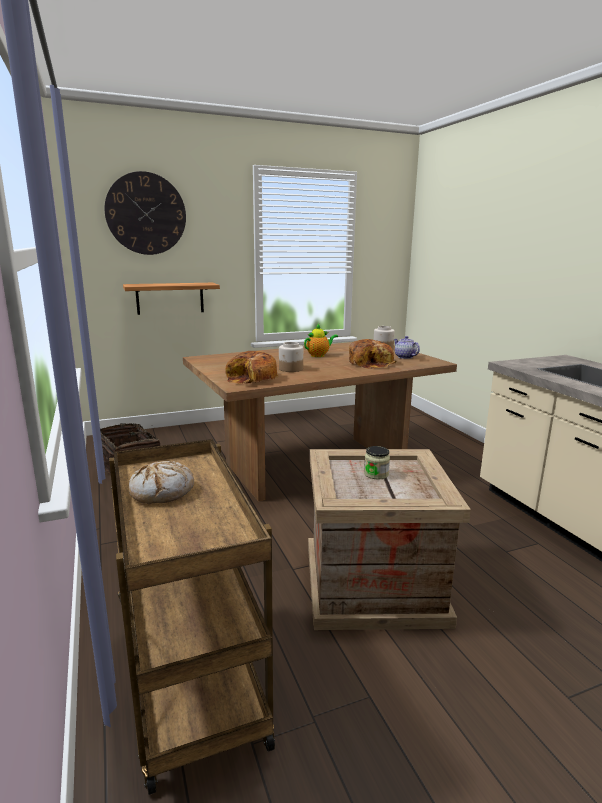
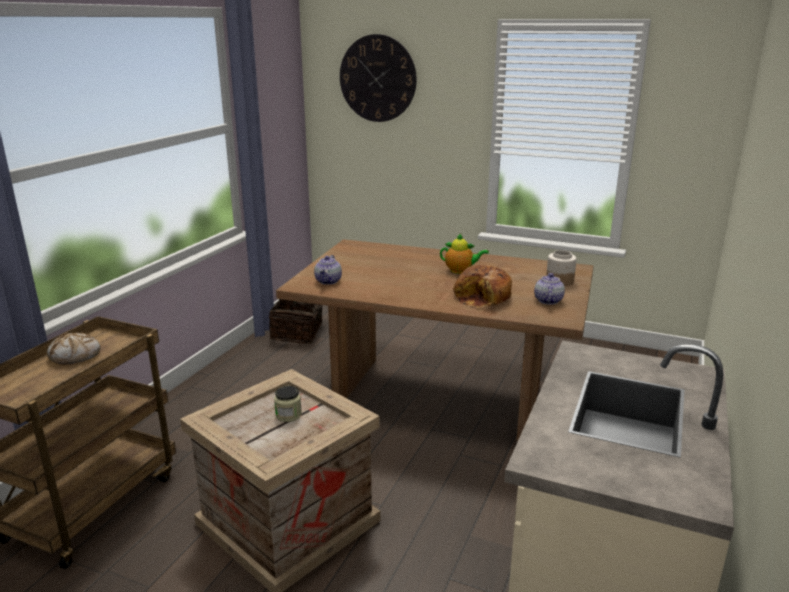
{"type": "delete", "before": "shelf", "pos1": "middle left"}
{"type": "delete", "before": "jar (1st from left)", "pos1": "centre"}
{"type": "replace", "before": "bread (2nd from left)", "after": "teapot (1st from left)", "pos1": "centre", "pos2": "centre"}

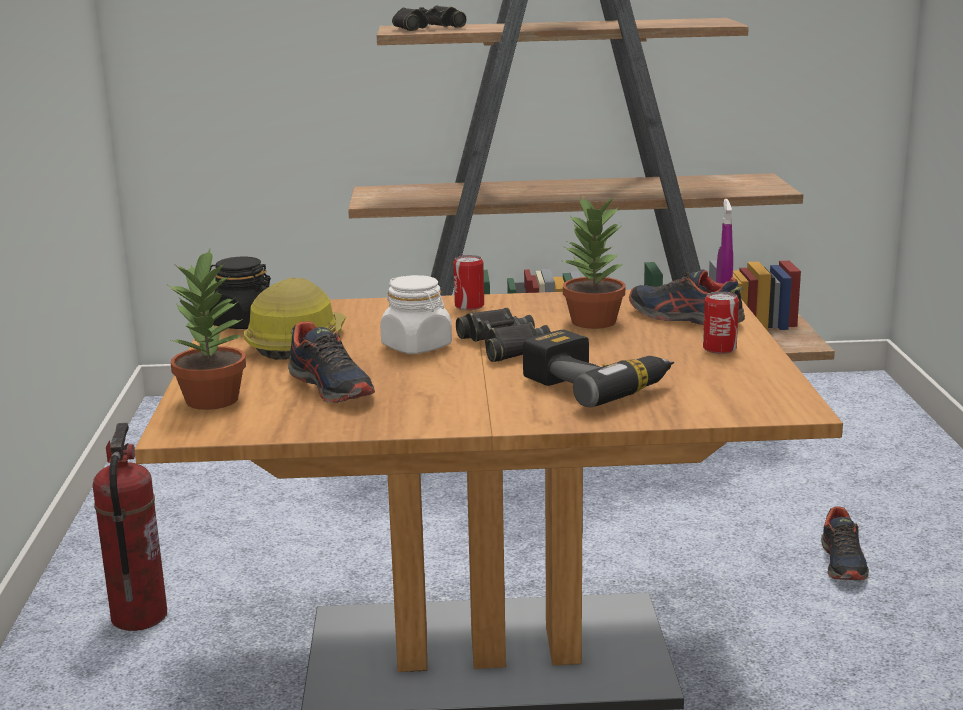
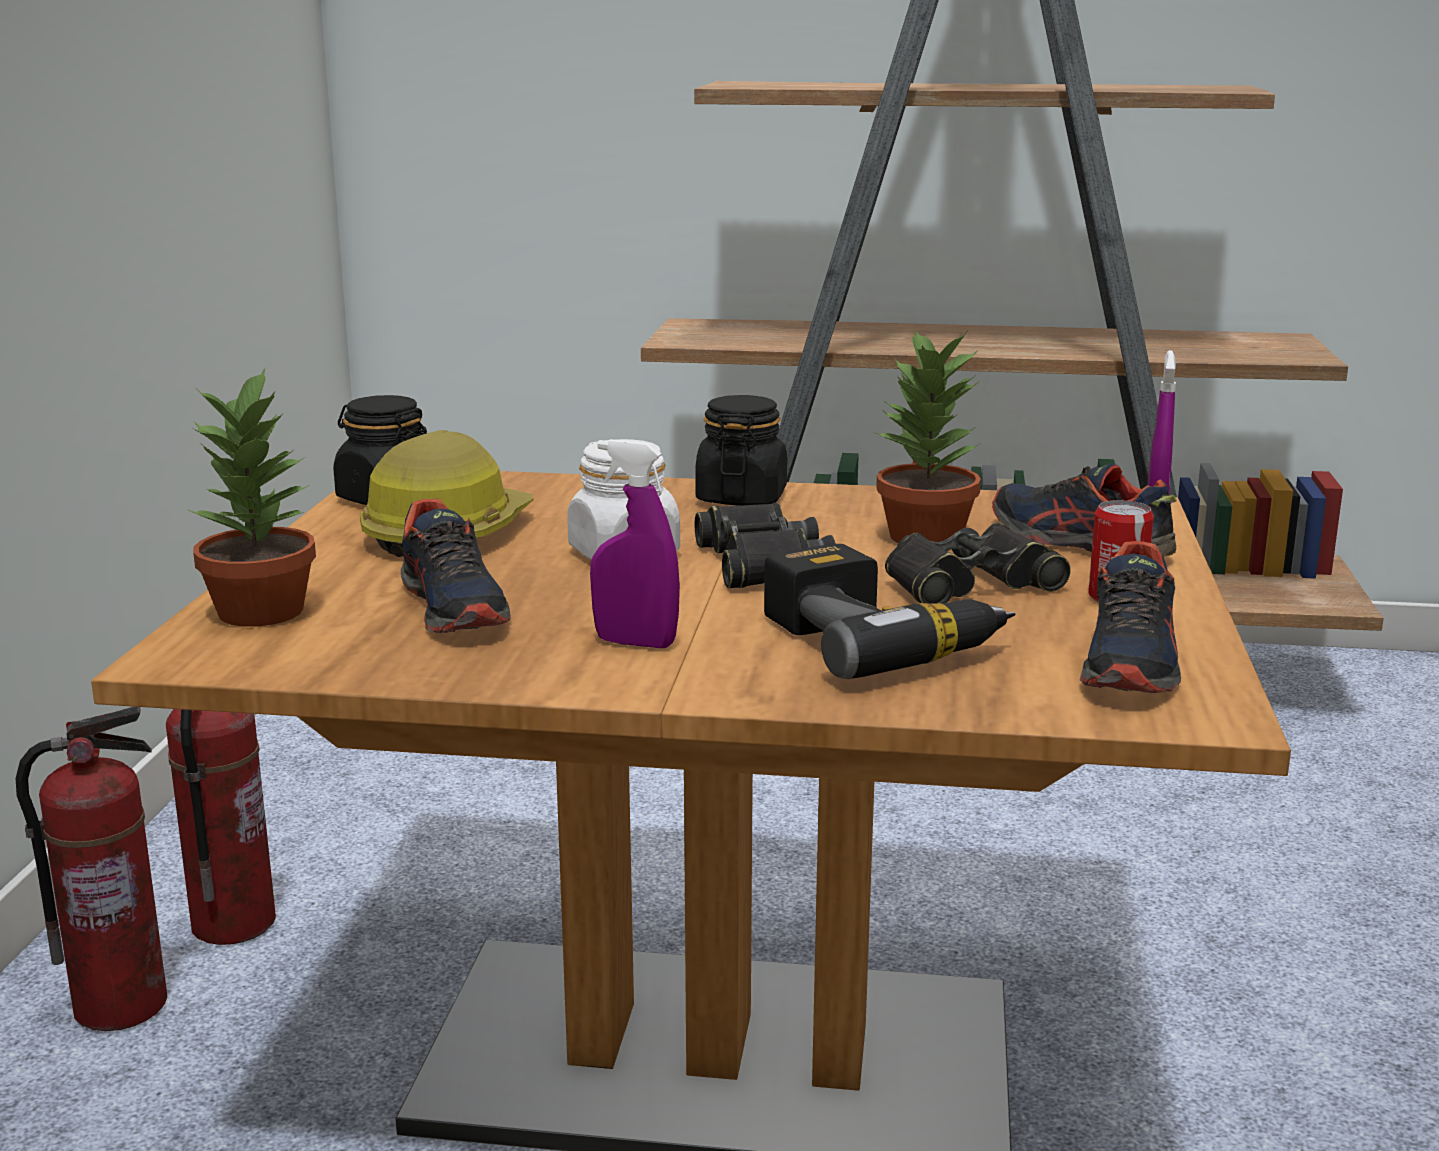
{"type": "move", "before": "black binoculars (1st from left in the first image)", "after": "black binoculars (2nd from left)", "pos1": "top centre", "pos2": "middle right"}
{"type": "replace", "before": "can (1st from left)", "after": "black jar (2nd from left)", "pos1": "centre", "pos2": "centre"}
{"type": "move", "before": "shoe (3rd from left)", "pos1": "bottom right", "pos2": "middle right"}
{"type": "insert", "after": "purple spray bottle (1st from left)", "pos2": "centre"}
{"type": "insert", "after": "fire extinguisher (1st from left)", "pos2": "bottom left"}

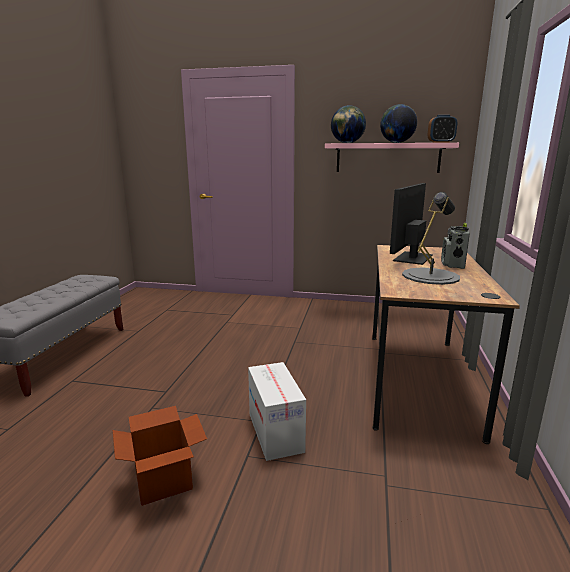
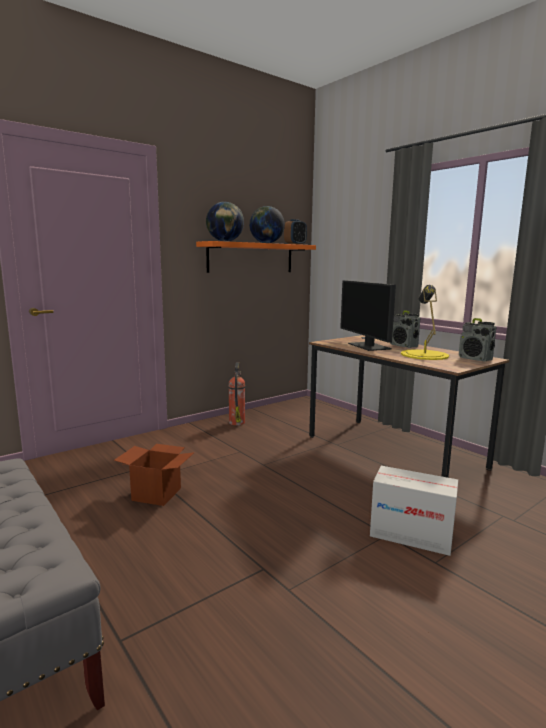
{"type": "recolor", "before": "pink shelf", "after": "orange shelf", "pos1": "top right", "pos2": "centre"}
{"type": "recolor", "before": "grey table lamp", "after": "yellow table lamp", "pos1": "middle right", "pos2": "middle right"}
{"type": "move", "before": "cardboard box (1st from left)", "pos1": "bottom left", "pos2": "middle left"}
{"type": "insert", "after": "radio (2nd from left)", "pos2": "middle right"}
{"type": "insert", "after": "fire extinguisher", "pos2": "centre"}

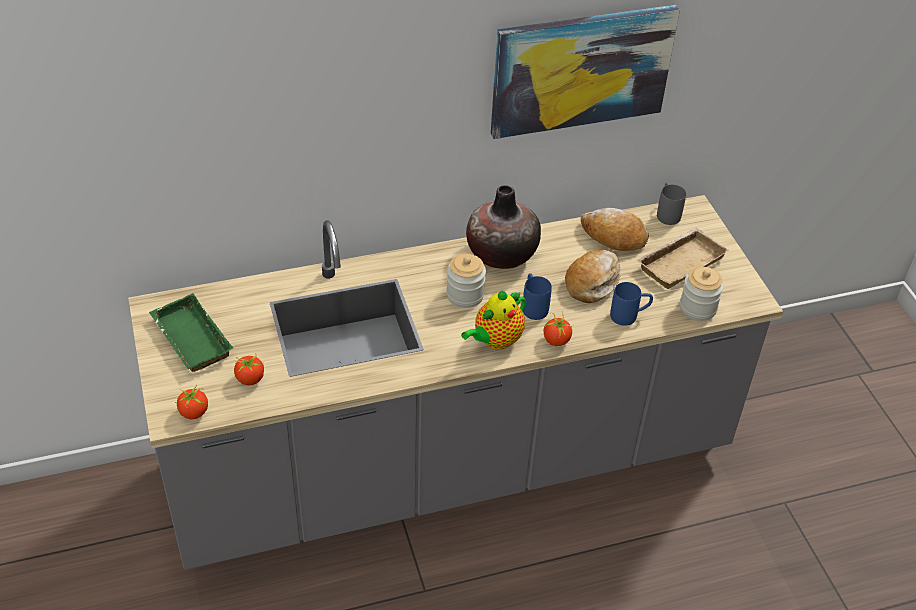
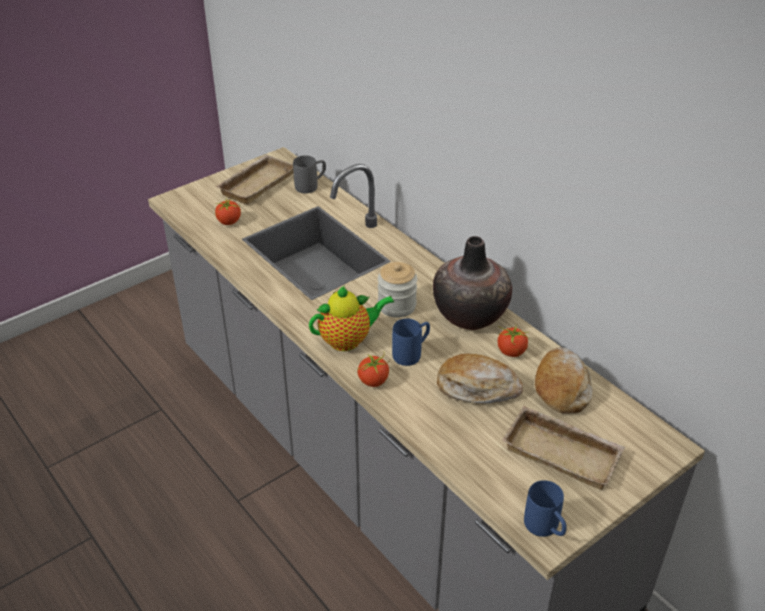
{"type": "delete", "before": "picture", "pos1": "top centre"}
{"type": "move", "before": "grey mug", "pos1": "top right", "pos2": "top centre"}
{"type": "delete", "before": "jar (2nd from left)", "pos1": "middle right"}
{"type": "move", "before": "blue mug (2nd from left)", "pos1": "middle right", "pos2": "bottom right"}
{"type": "rotate", "before": "teapot", "pos1": "centre", "pos2": "centre", "turn": 135}
{"type": "recolor", "before": "green tray", "after": "beige tray (1st from left)", "pos1": "middle left", "pos2": "top left"}
{"type": "move", "before": "tomato (1st from left in the first image)", "after": "tomato (3rd from left)", "pos1": "middle left", "pos2": "middle right"}

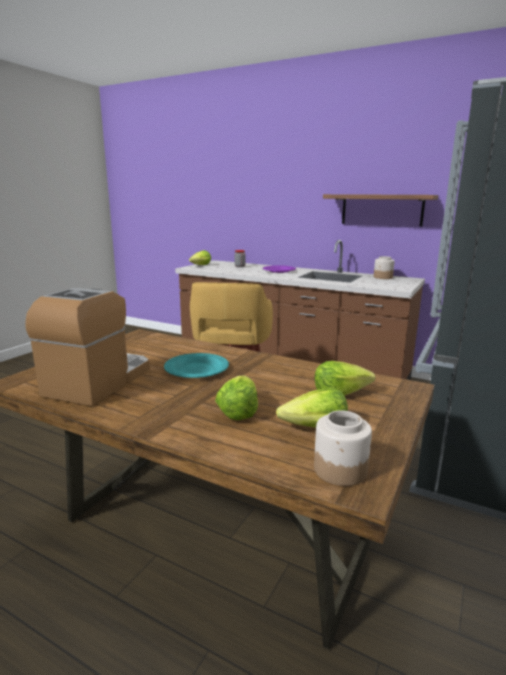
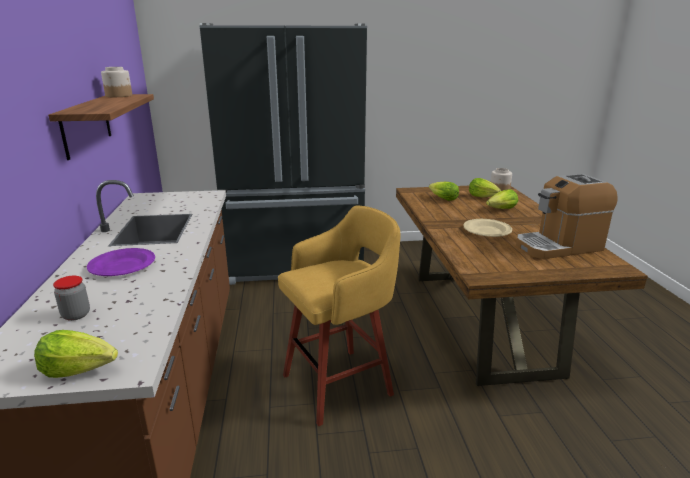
{"type": "move", "before": "jar (3rd from left in the first image)", "after": "jar (2nd from left)", "pos1": "middle right", "pos2": "top left"}
{"type": "recolor", "before": "turquoise plate", "after": "beige plate", "pos1": "centre", "pos2": "middle right"}

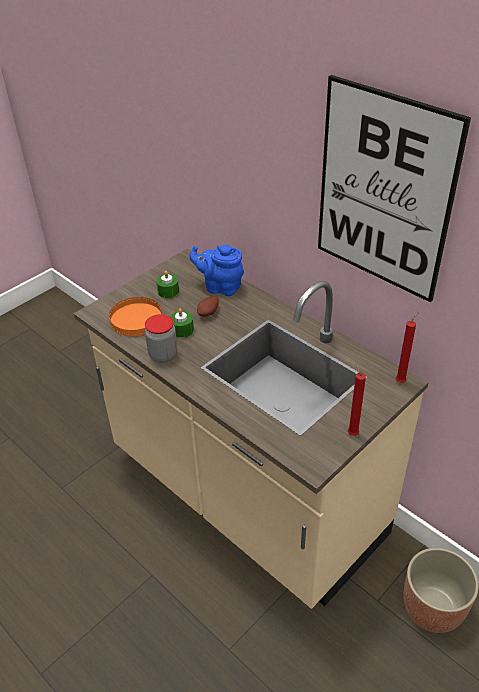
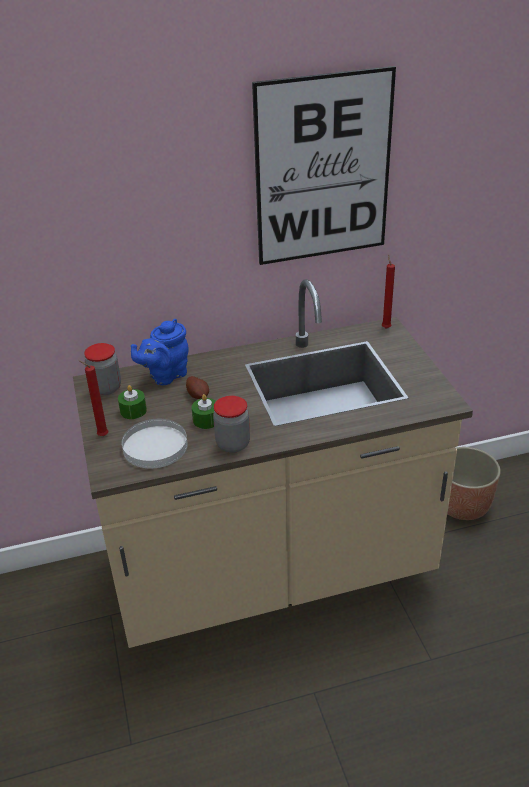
{"type": "recolor", "before": "orange plate", "after": "white plate", "pos1": "middle left", "pos2": "middle left"}
{"type": "move", "before": "red candle (1st from left)", "pos1": "middle right", "pos2": "middle left"}
{"type": "insert", "after": "jar (1st from left)", "pos2": "middle left"}

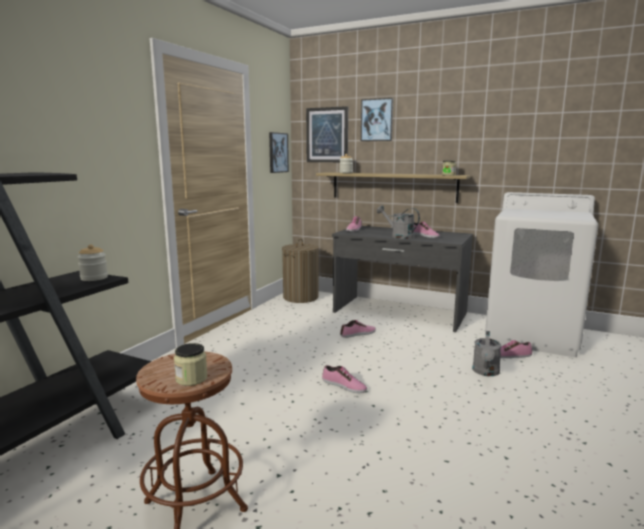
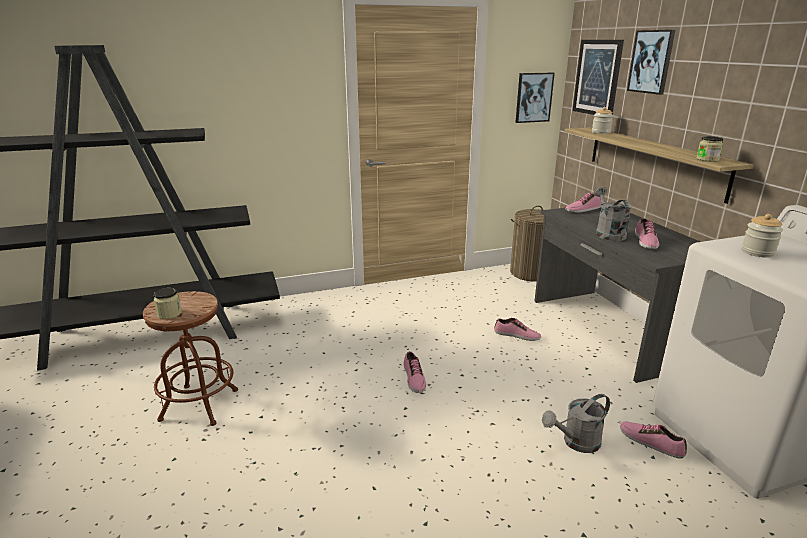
{"type": "move", "before": "jar (1st from left in the first image)", "after": "jar (4th from left)", "pos1": "middle left", "pos2": "middle right"}

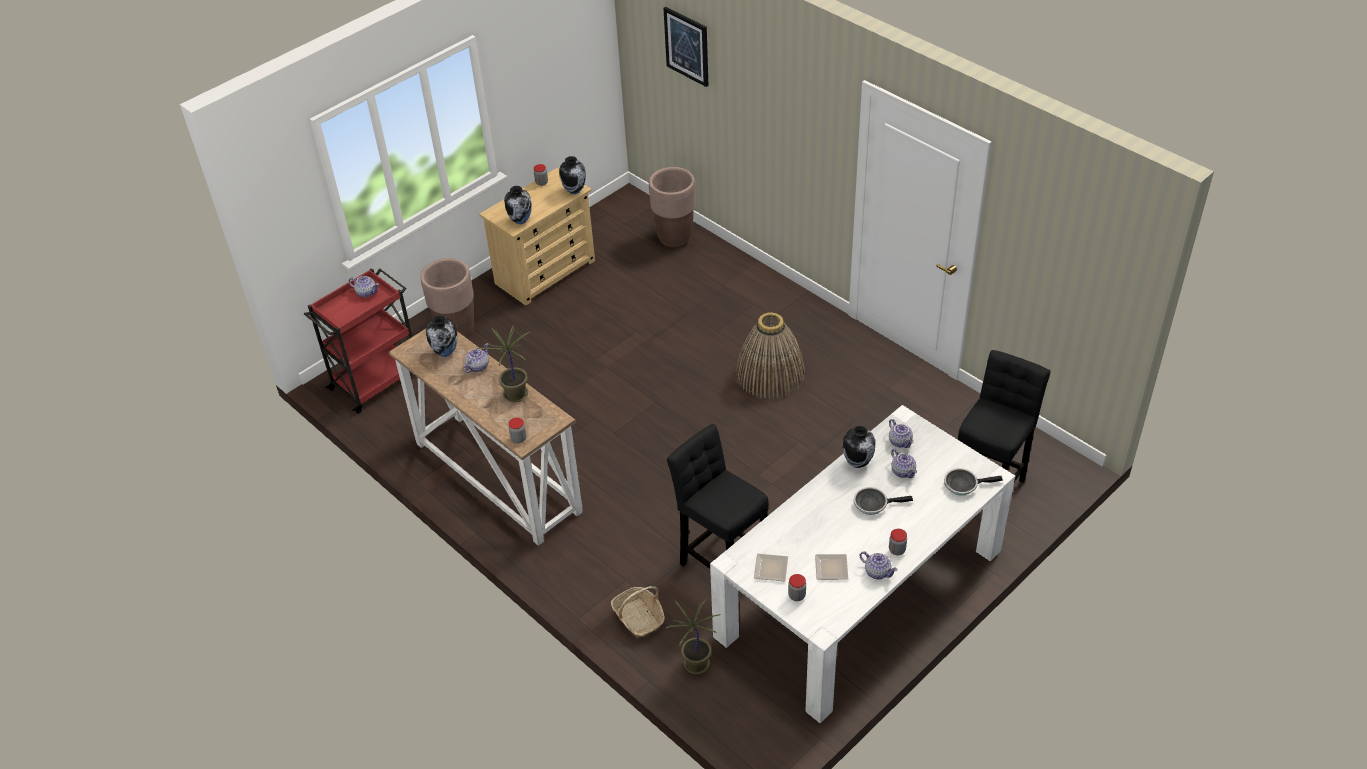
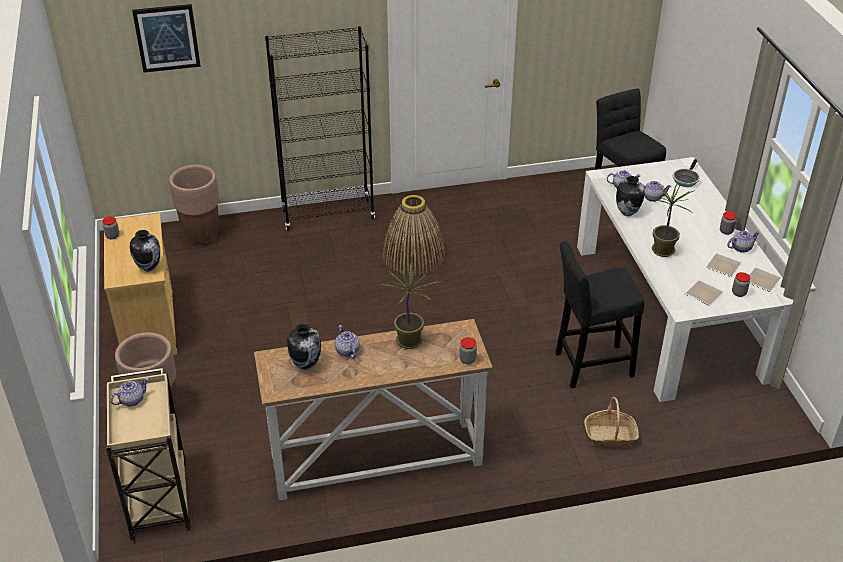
{"type": "delete", "before": "vase (3rd from left)", "pos1": "top centre"}
{"type": "recolor", "before": "red cart", "after": "beige cart", "pos1": "middle left", "pos2": "bottom left"}
{"type": "delete", "before": "frying pan (1st from left)", "pos1": "centre"}
{"type": "move", "before": "potted plant (2nd from left)", "pos1": "bottom centre", "pos2": "middle right"}
{"type": "insert", "after": "black bookcase", "pos2": "top centre"}
{"type": "insert", "after": "plate (3rd from left)", "pos2": "middle right"}

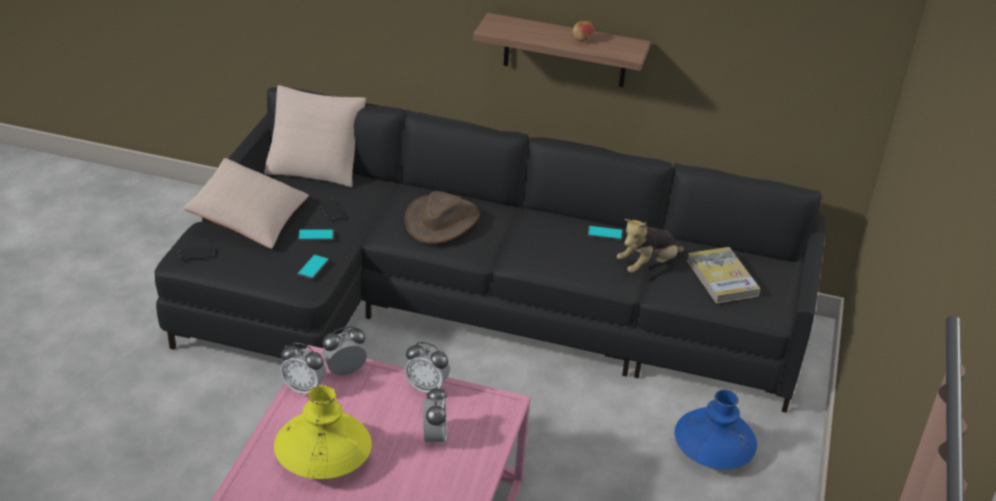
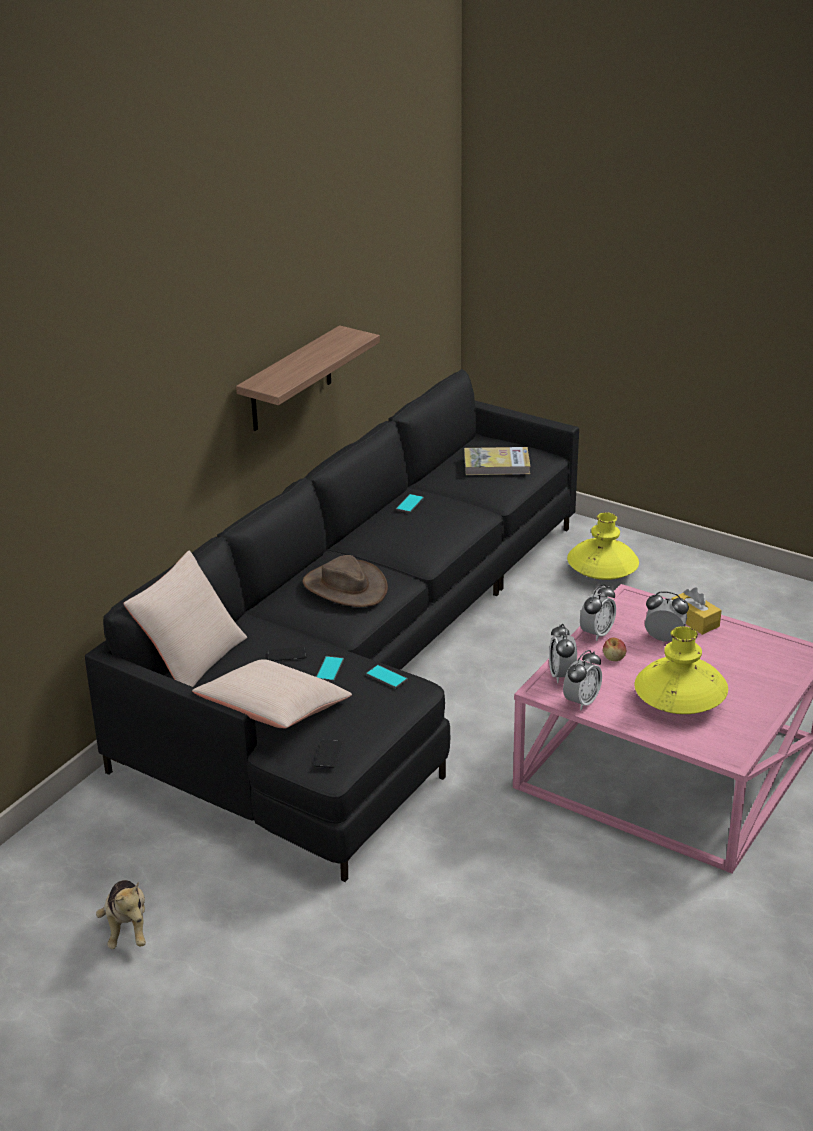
{"type": "move", "before": "apple", "pos1": "top centre", "pos2": "middle right"}
{"type": "move", "before": "plush toy", "pos1": "centre", "pos2": "bottom left"}
{"type": "recolor", "before": "blue vase", "after": "yellow vase (1st from left)", "pos1": "bottom right", "pos2": "middle right"}
{"type": "insert", "after": "yellow tissue box", "pos2": "middle right"}

